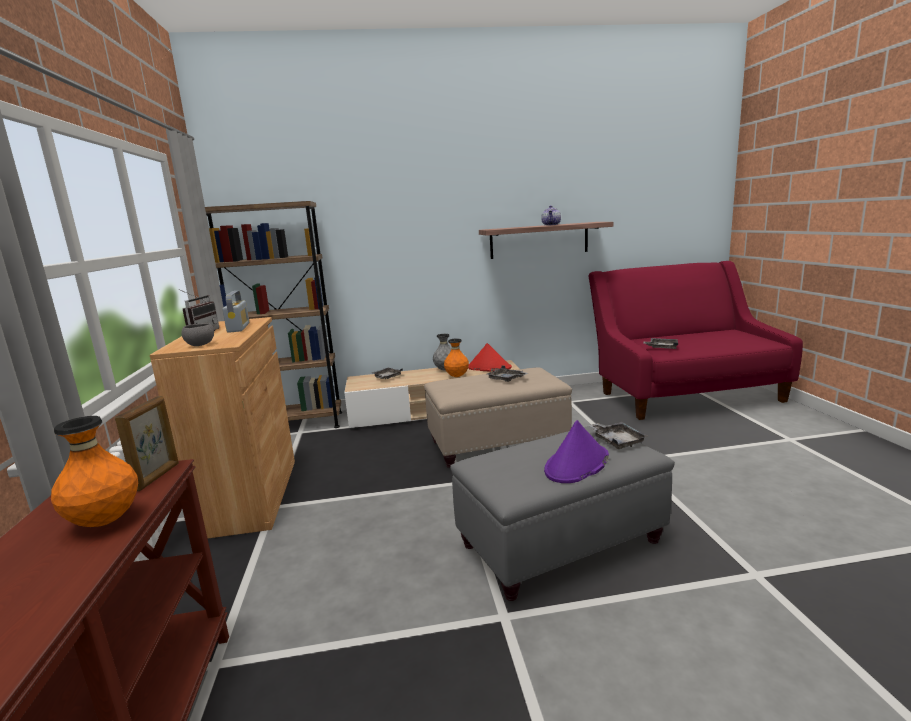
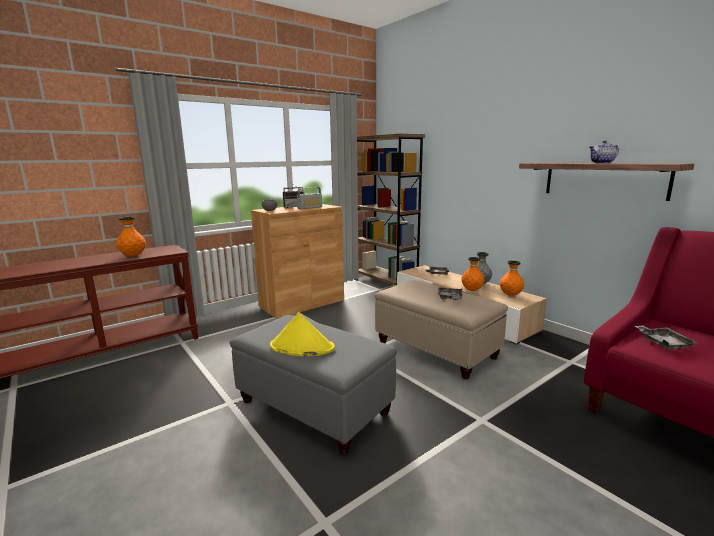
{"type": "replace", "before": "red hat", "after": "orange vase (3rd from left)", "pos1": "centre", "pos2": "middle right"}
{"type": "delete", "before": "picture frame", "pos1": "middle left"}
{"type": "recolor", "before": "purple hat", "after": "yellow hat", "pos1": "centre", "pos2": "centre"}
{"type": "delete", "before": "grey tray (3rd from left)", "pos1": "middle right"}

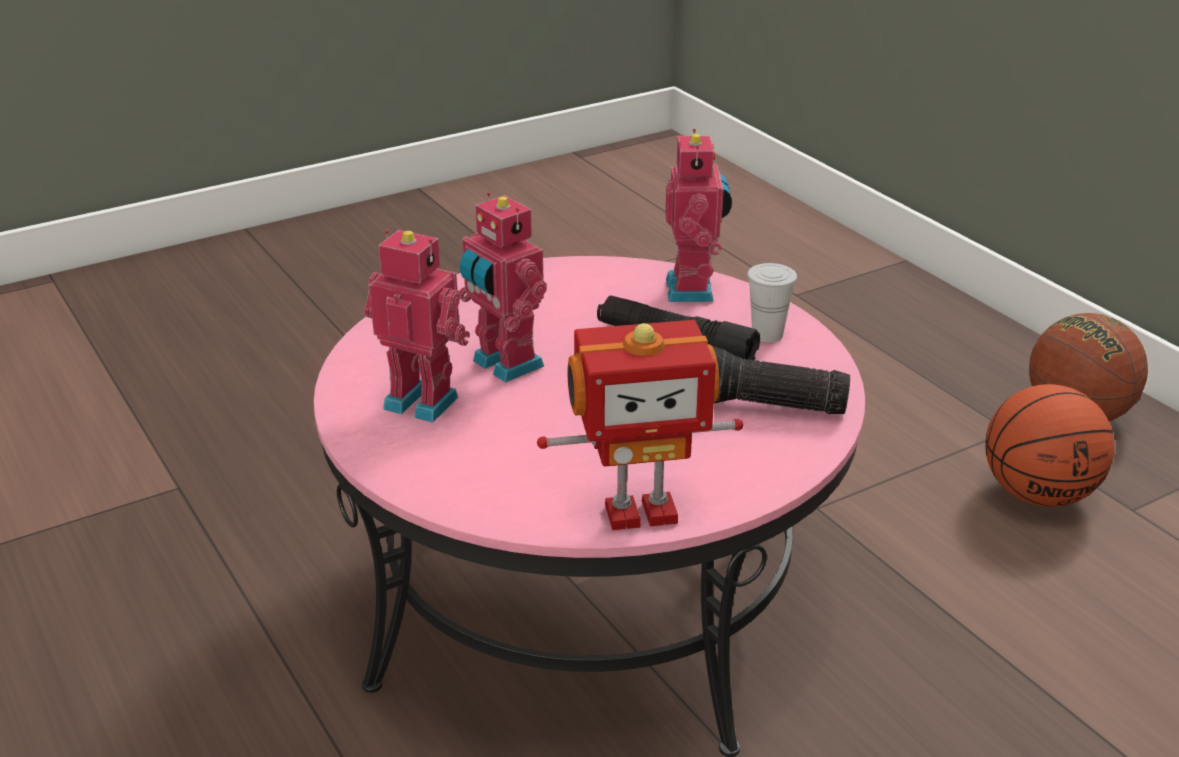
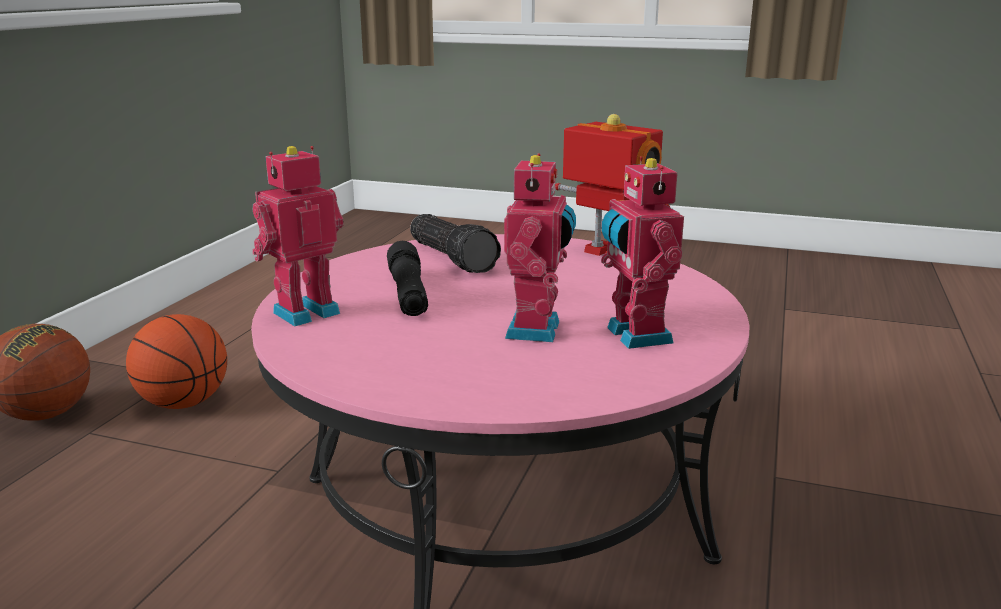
{"type": "delete", "before": "white cup", "pos1": "centre"}

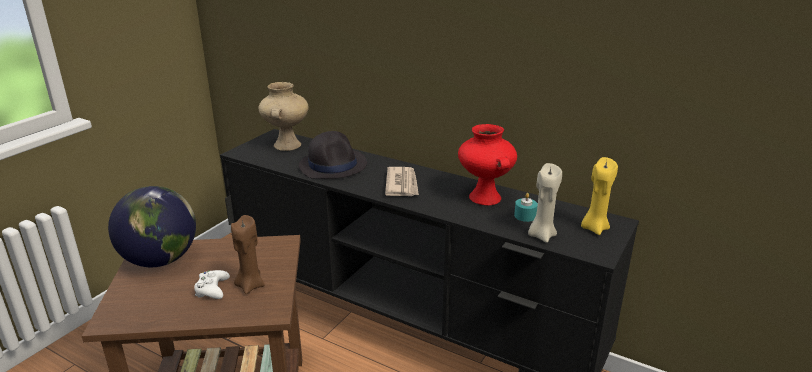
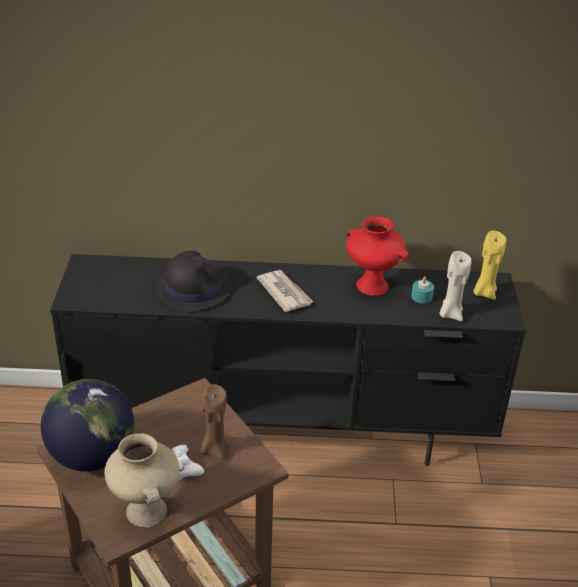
{"type": "move", "before": "beige vase", "pos1": "top centre", "pos2": "bottom left"}

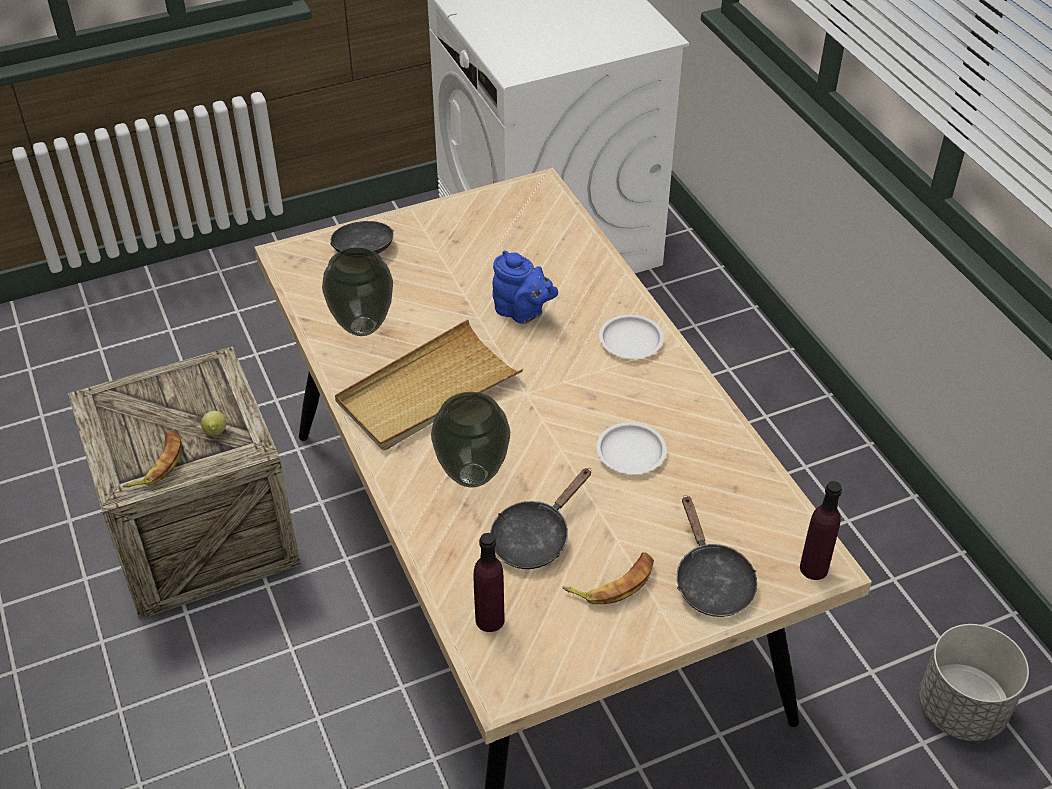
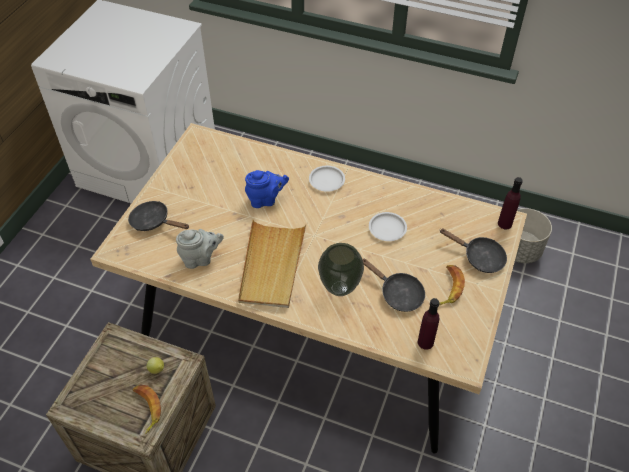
{"type": "replace", "before": "vase (1st from left)", "after": "grey teapot", "pos1": "centre", "pos2": "middle left"}
{"type": "rotate", "before": "black frying pan (2nd from left)", "pos1": "centre", "pos2": "centre", "turn": -45}

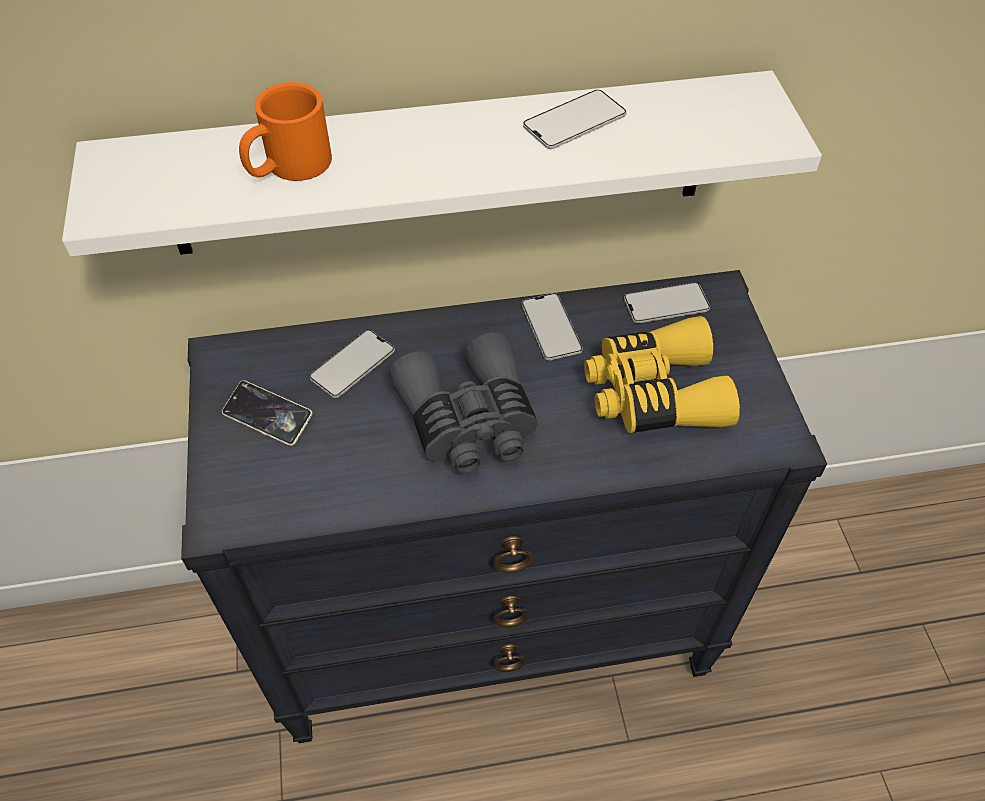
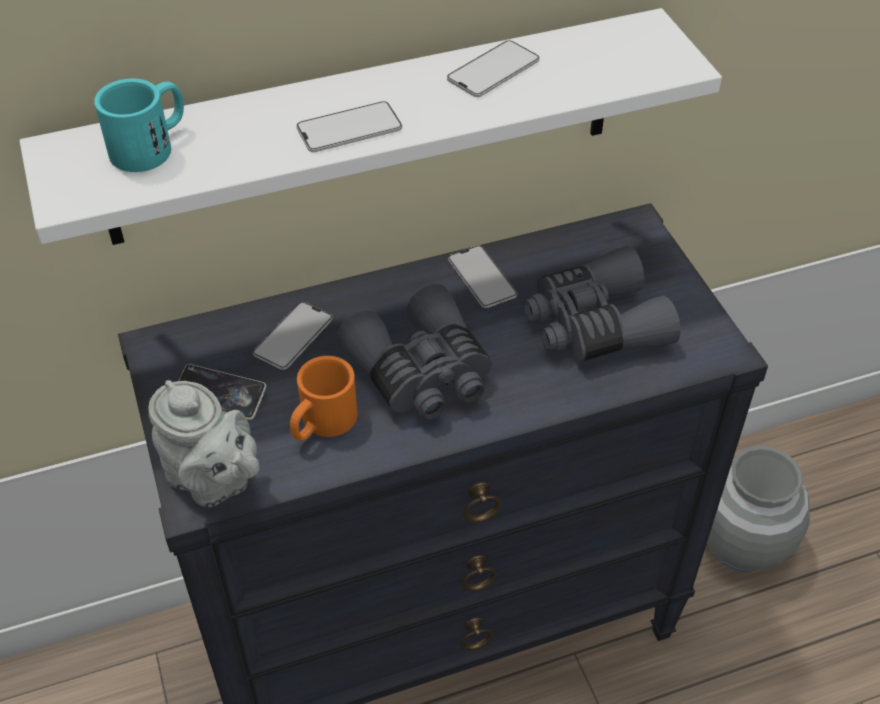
{"type": "move", "before": "orange mug", "pos1": "top left", "pos2": "centre"}
{"type": "move", "before": "phone (5th from left in the first image)", "after": "phone (3rd from left)", "pos1": "middle right", "pos2": "top centre"}
{"type": "recolor", "before": "yellow binoculars", "after": "grey binoculars (2nd from left)", "pos1": "middle right", "pos2": "middle right"}
{"type": "insert", "after": "turquoise mug", "pos2": "top left"}
{"type": "insert", "after": "grey teapot", "pos2": "middle left"}
{"type": "insert", "after": "grey vase", "pos2": "bottom right"}

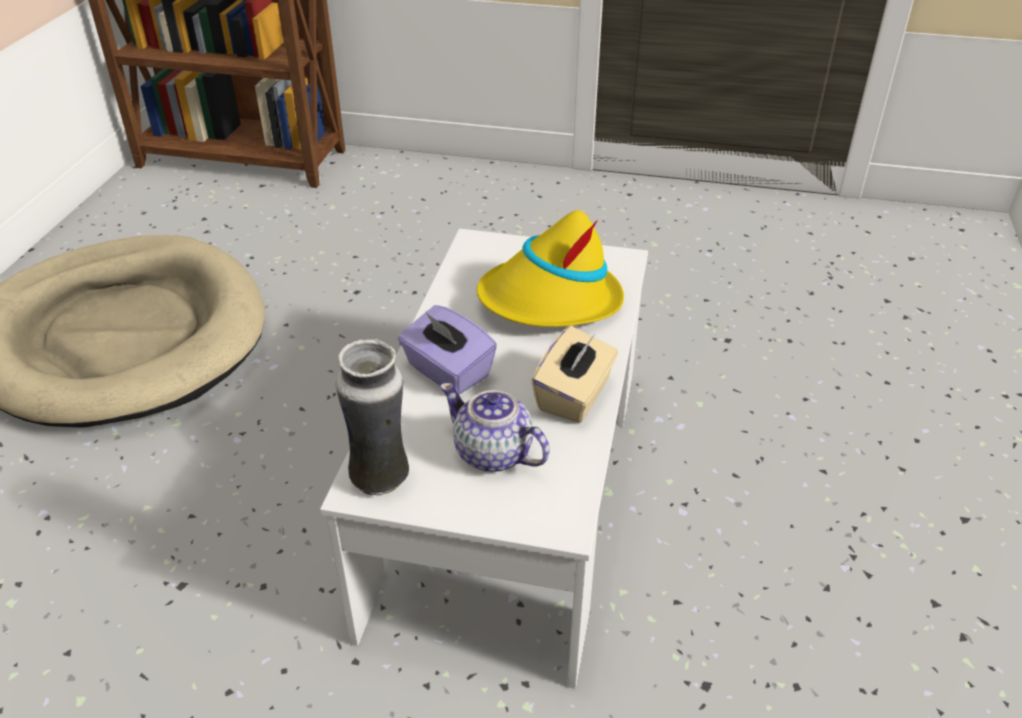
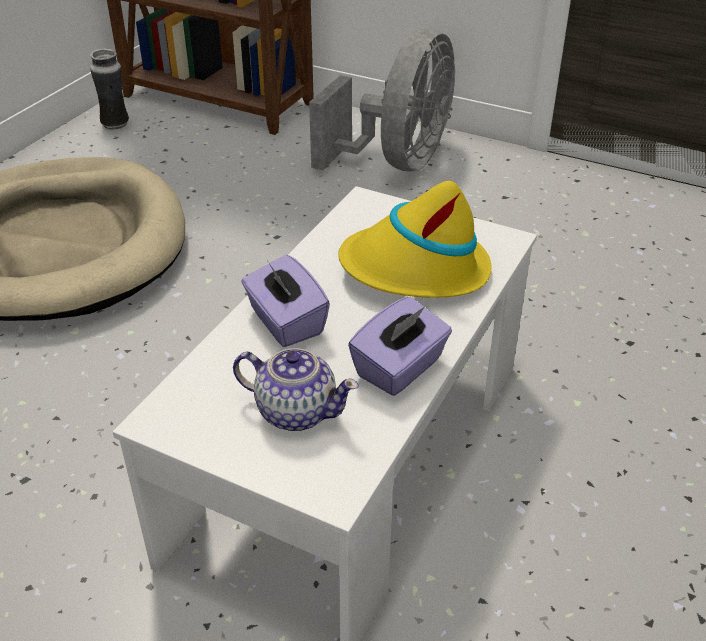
{"type": "recolor", "before": "beige tissue box", "after": "purple tissue box (2nd from left)", "pos1": "centre", "pos2": "centre"}
{"type": "move", "before": "vase", "pos1": "centre", "pos2": "top left"}
{"type": "rotate", "before": "teapot", "pos1": "centre", "pos2": "centre", "turn": 150}
{"type": "insert", "after": "grey fan", "pos2": "top centre"}

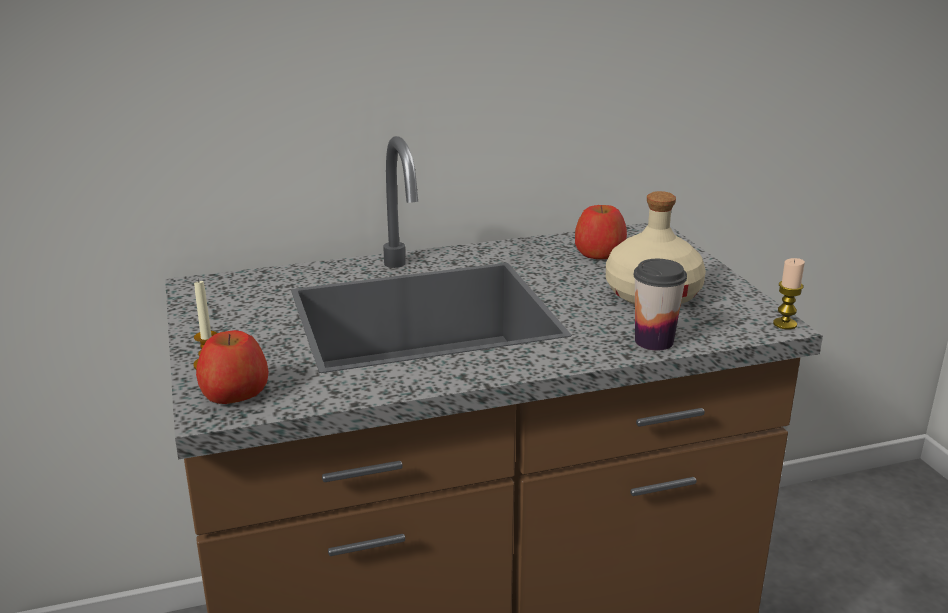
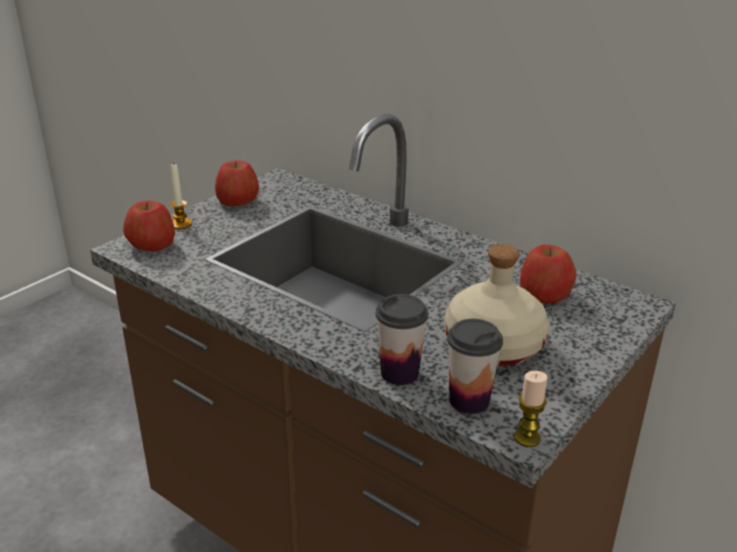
{"type": "insert", "after": "apple (2nd from left)", "pos2": "top left"}
{"type": "insert", "after": "cup (2nd from left)", "pos2": "centre"}

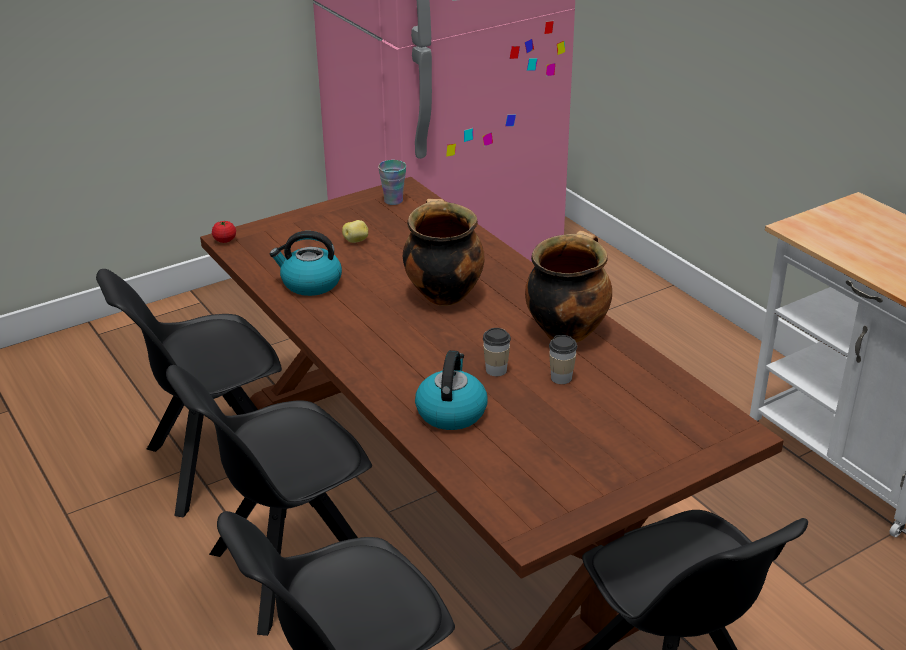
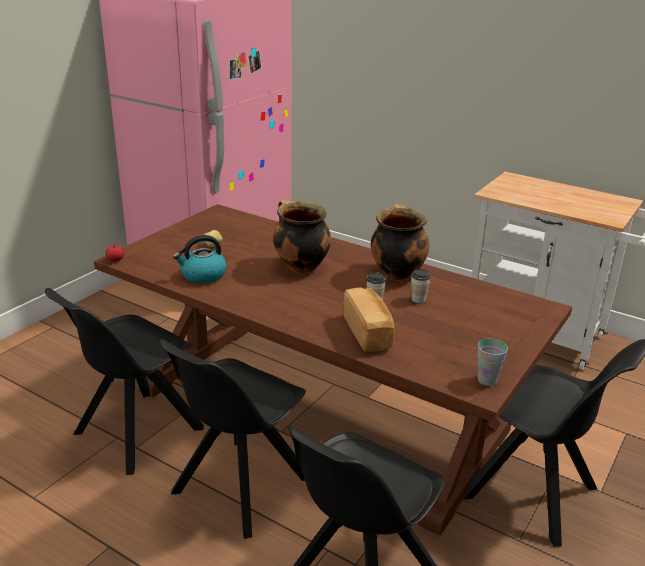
{"type": "move", "before": "cup (1st from left in the first image)", "after": "cup (3rd from left)", "pos1": "top centre", "pos2": "middle right"}
{"type": "replace", "before": "kettle (2nd from left)", "after": "bread", "pos1": "centre", "pos2": "centre"}

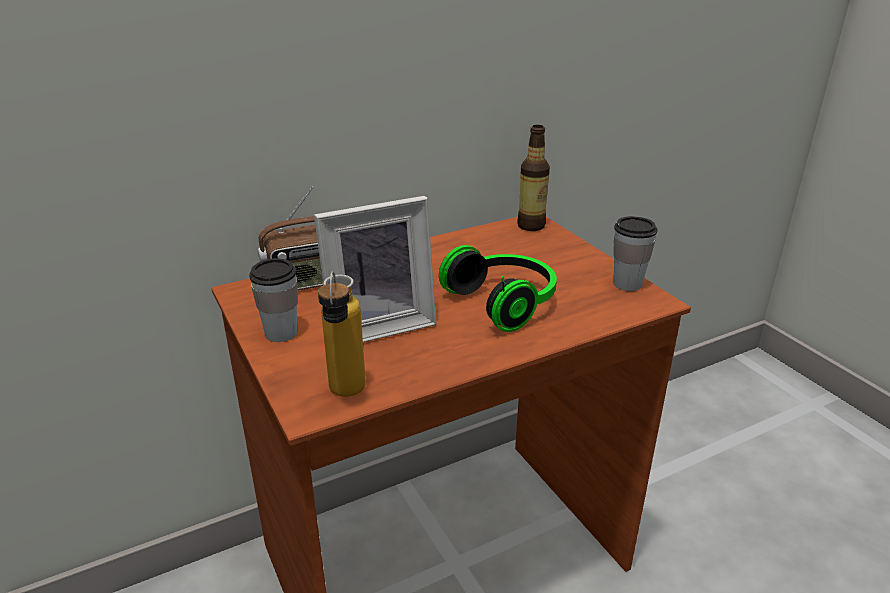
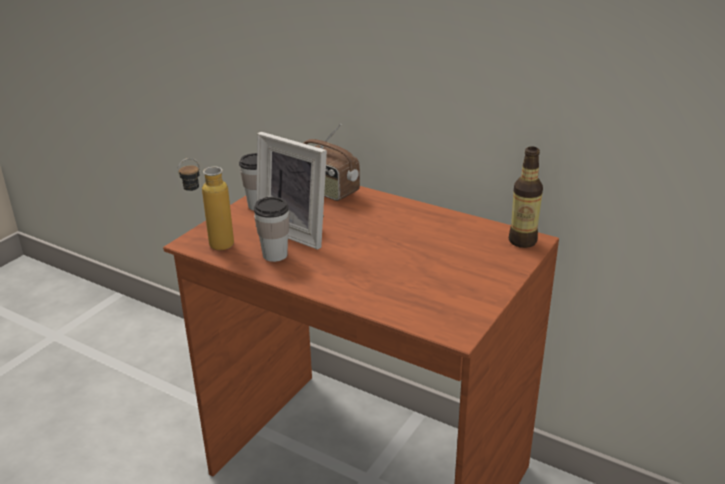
{"type": "move", "before": "cup (2nd from left)", "pos1": "middle right", "pos2": "centre"}
{"type": "delete", "before": "headphones", "pos1": "centre"}

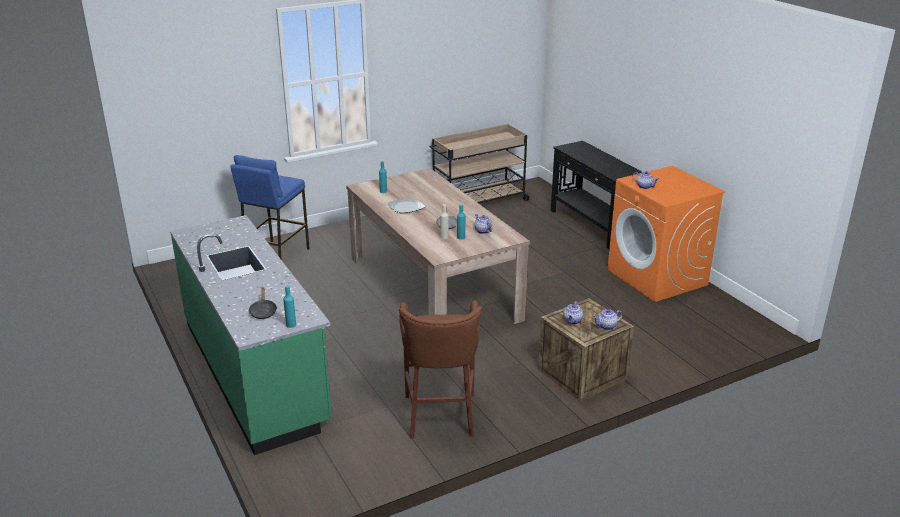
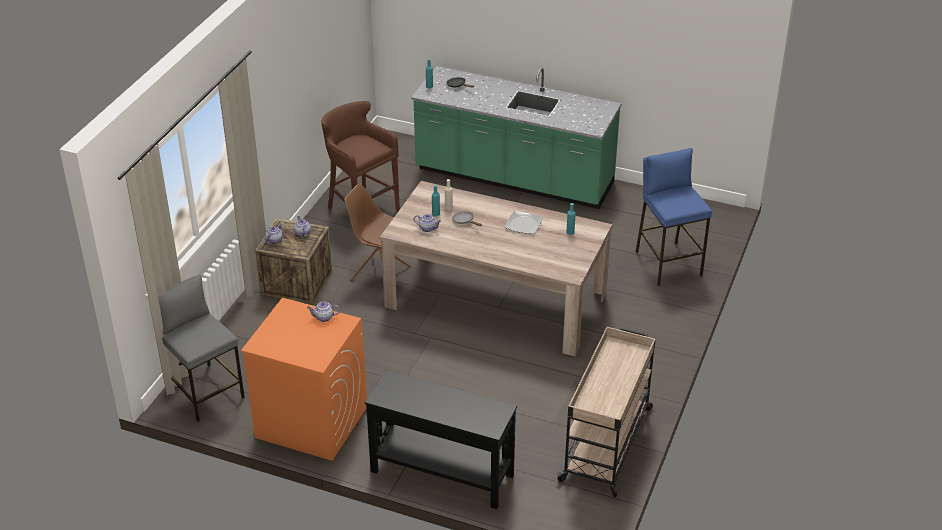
{"type": "insert", "after": "brown chair", "pos2": "centre"}
{"type": "insert", "after": "grey stool", "pos2": "middle left"}

